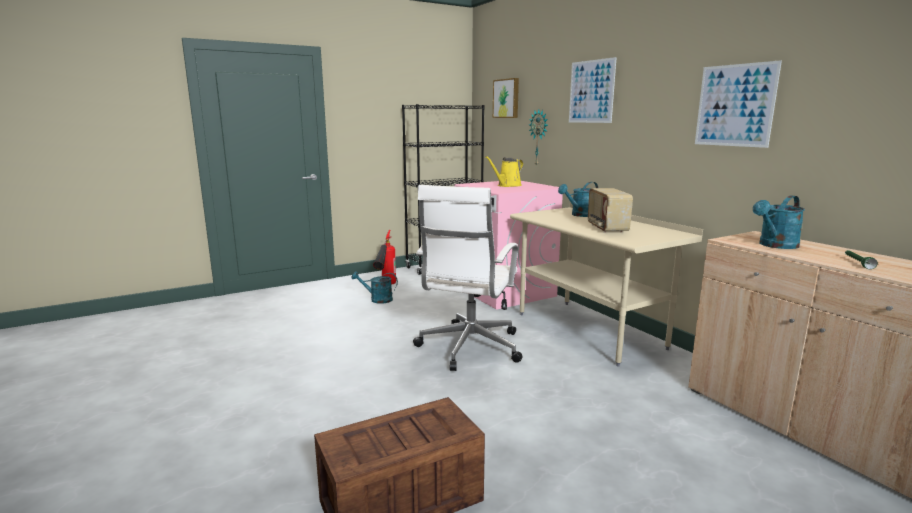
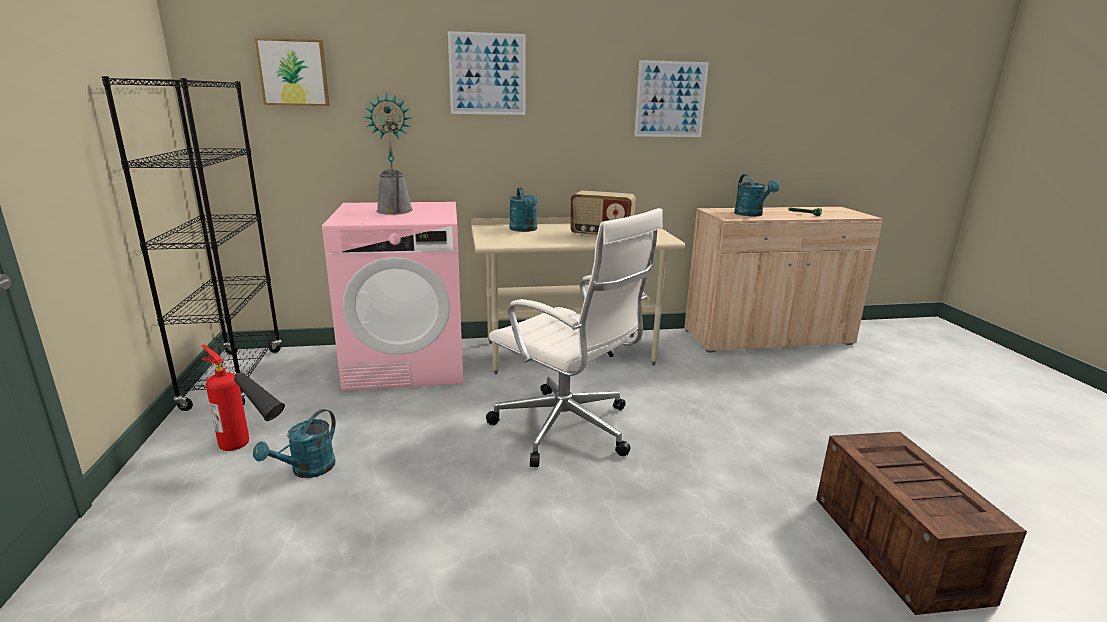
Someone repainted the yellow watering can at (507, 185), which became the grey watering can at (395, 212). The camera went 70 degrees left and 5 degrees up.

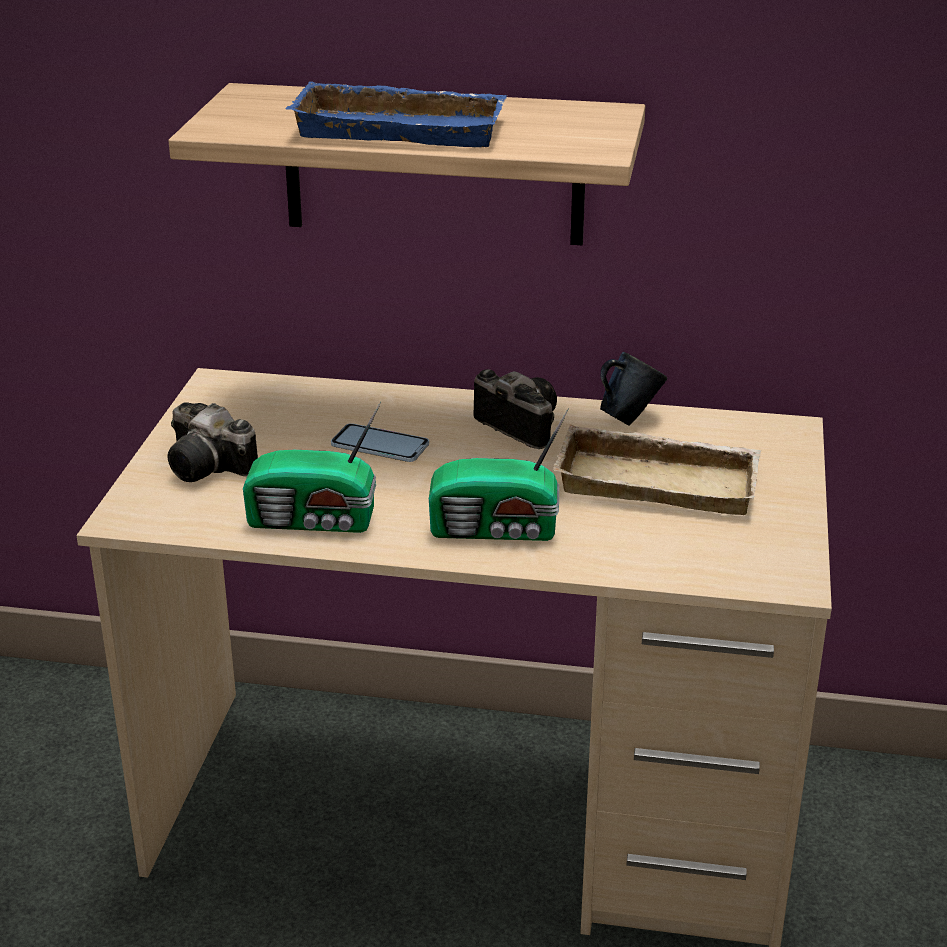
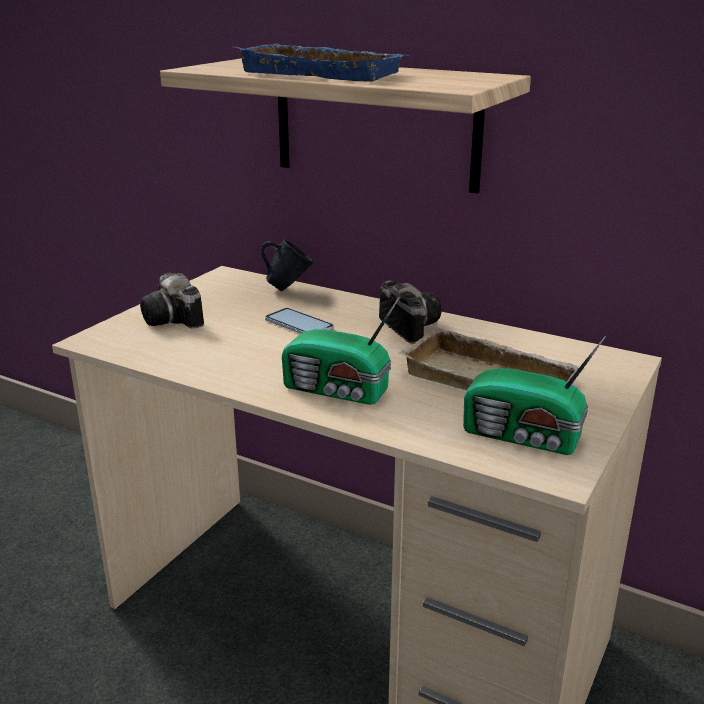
Someone carried the blue mug from (628, 418) to (288, 288). Someone carried the radio from (315, 521) to (524, 437). The camera went 20 degrees right and 5 degrees down.

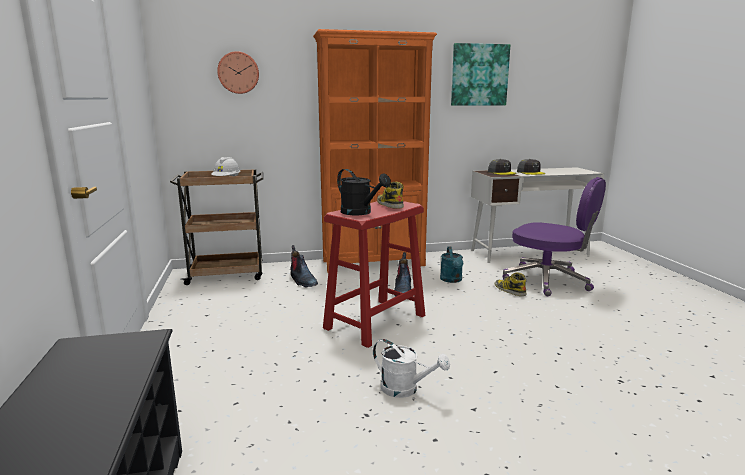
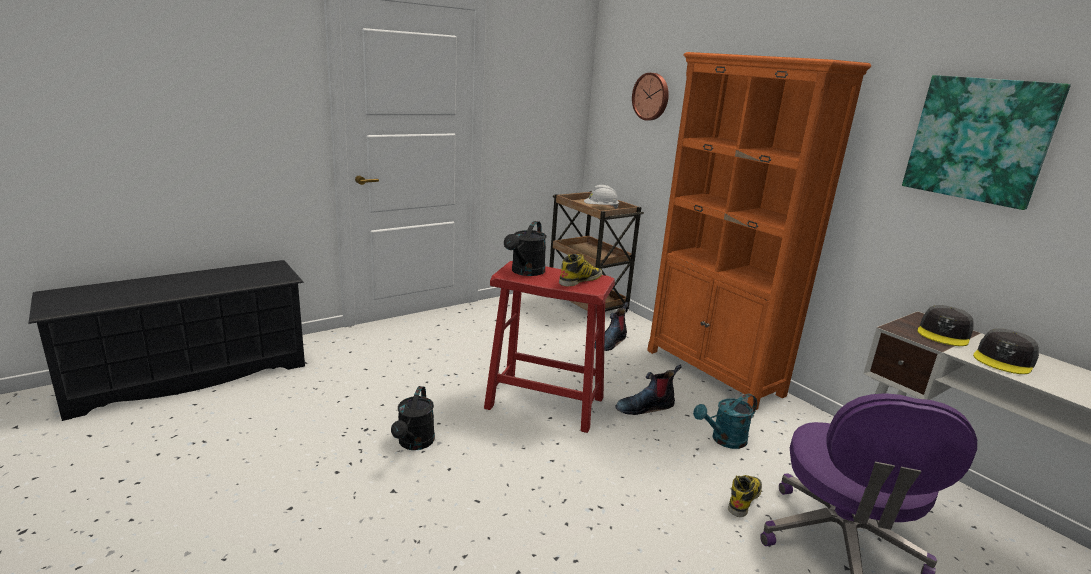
Someone repainted the white watering can at (405, 389), which became the black watering can at (414, 443). The camera went 65 degrees right and 5 degrees up.

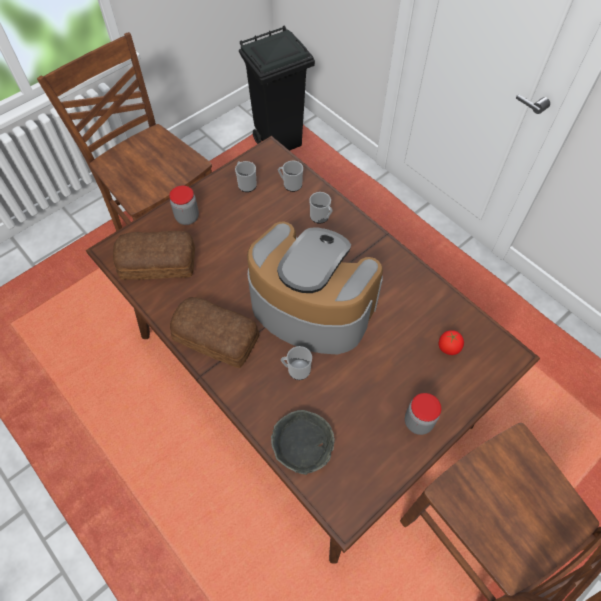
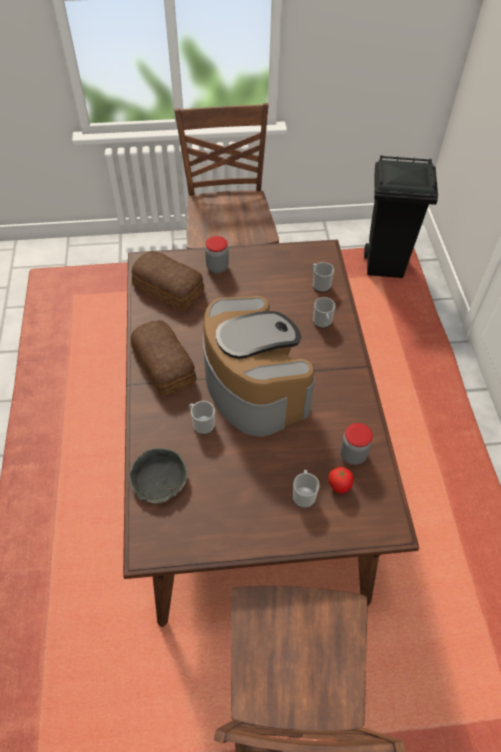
Someone carried the mug from (246, 184) to (304, 495). Someone carried the jar from (418, 422) to (353, 454). The camera went 35 degrees right and 5 degrees down.

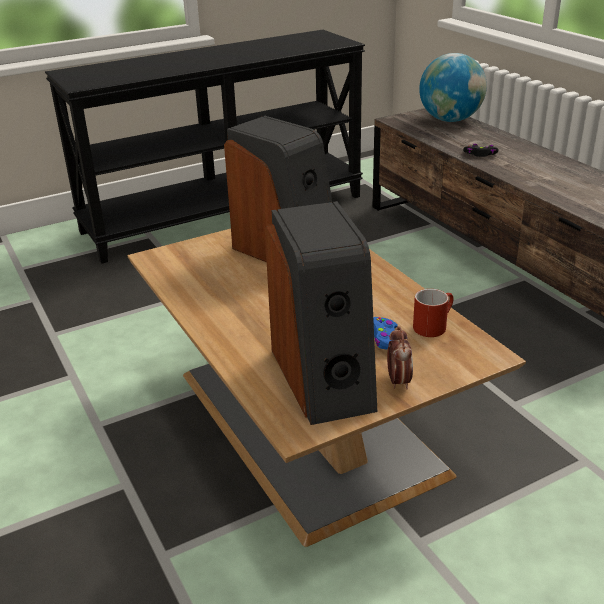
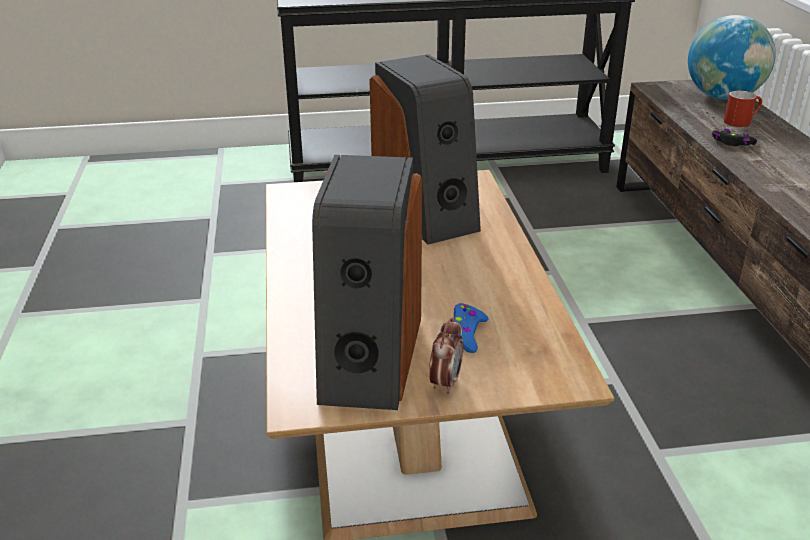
Someone carried the red mug from (433, 325) to (741, 121). The camera went 20 degrees right and 0 degrees up.

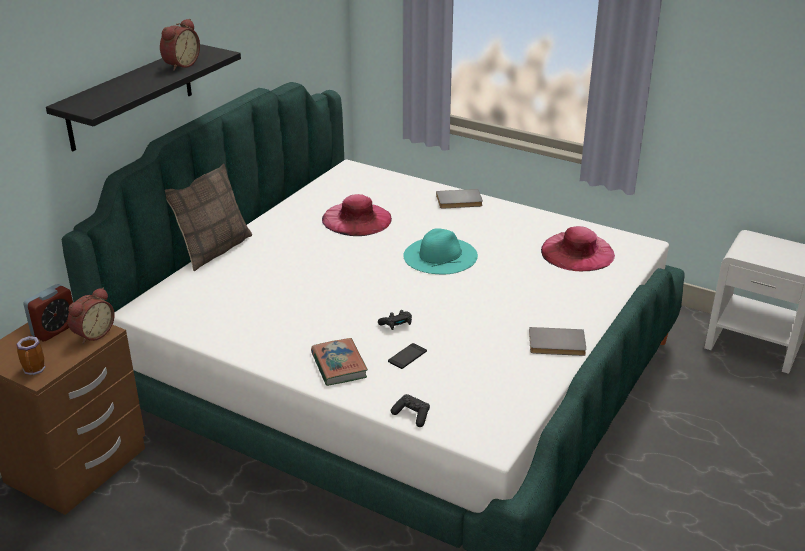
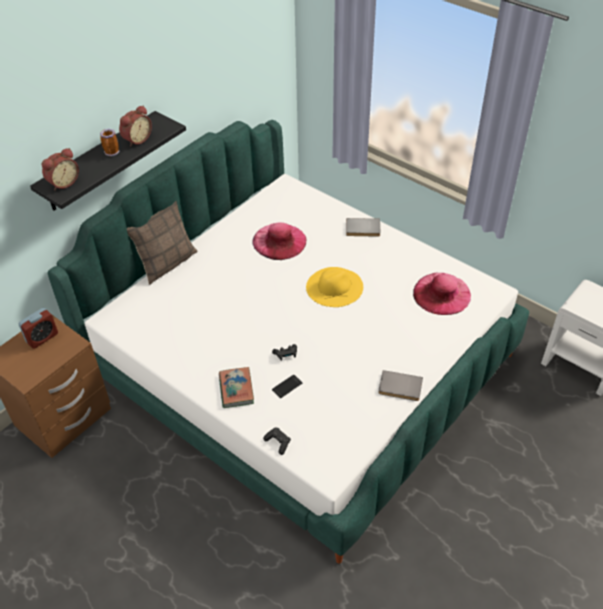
Someone repainted the turquoise hat at (440, 255), which became the yellow hat at (334, 286). Someone carried the alarm clock from (93, 334) to (63, 182). Someone carried the mug from (35, 370) to (112, 153). The camera went 10 degrees right and 15 degrees up.

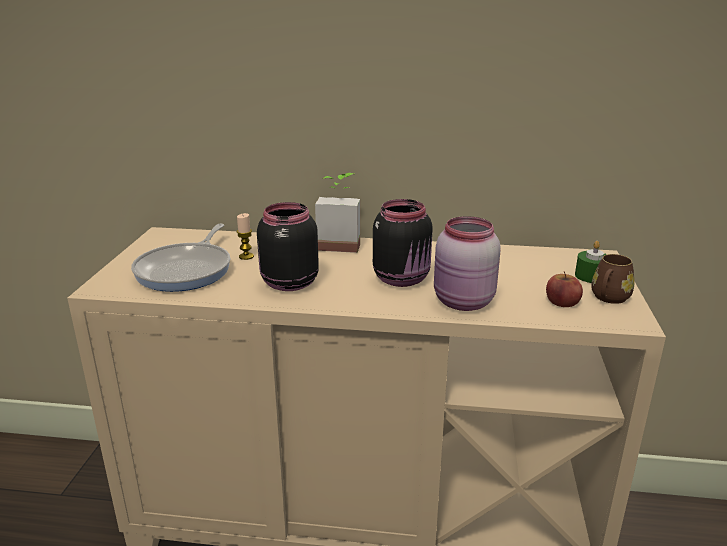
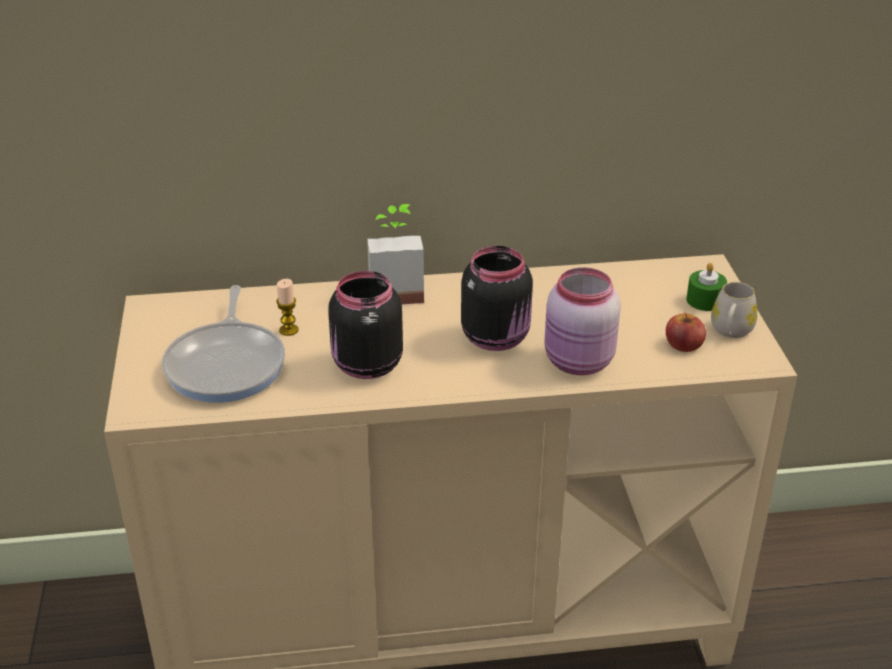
Someone repainted the brown mug at (608, 298), which became the white mug at (730, 332). The camera went 15 degrees left and 10 degrees up.

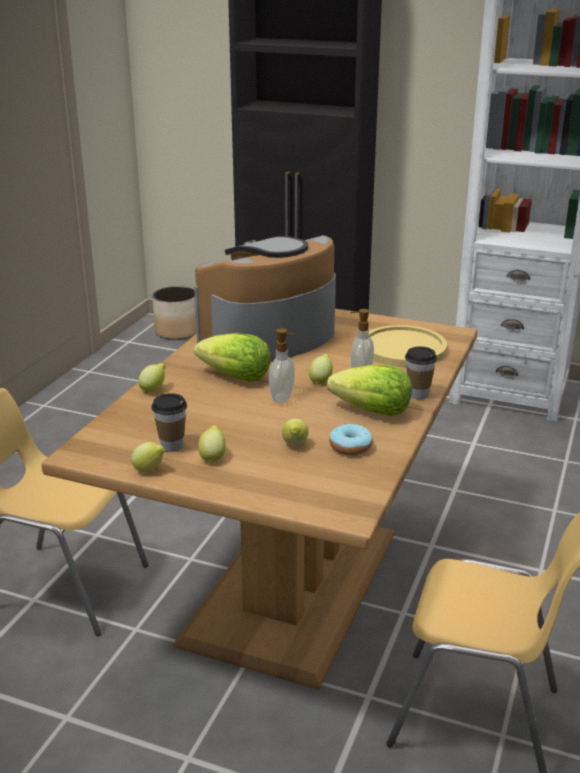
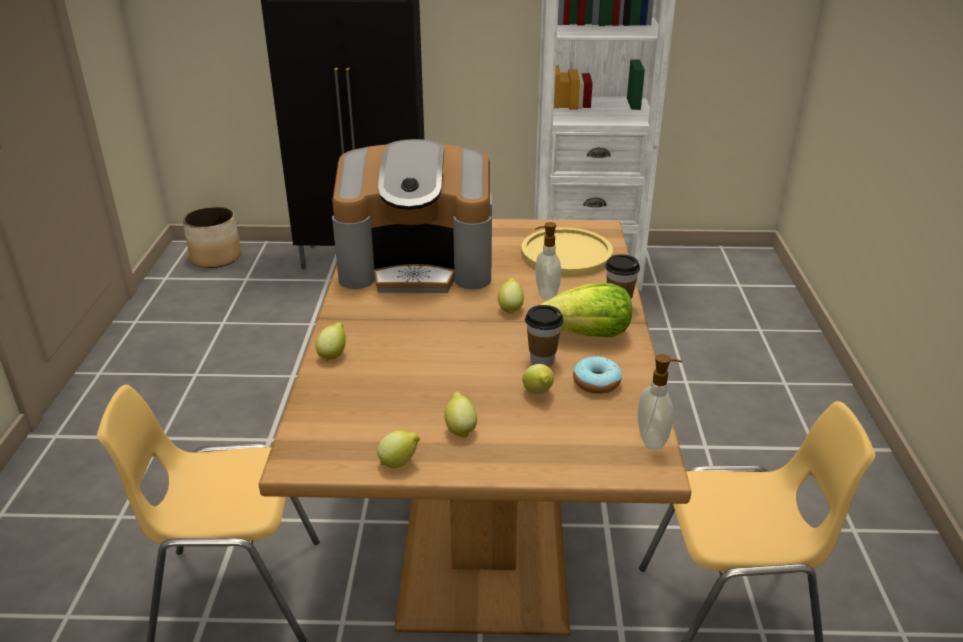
Someone rotated the coffee machine at (268, 337) by 120 degrees counterclockwise. Someone carried the soap dispenser from (283, 398) to (653, 439). Someone took away the lettuce at (236, 377). Someone carried the cup from (172, 446) to (542, 360). The camera went 20 degrees left and 5 degrees up.

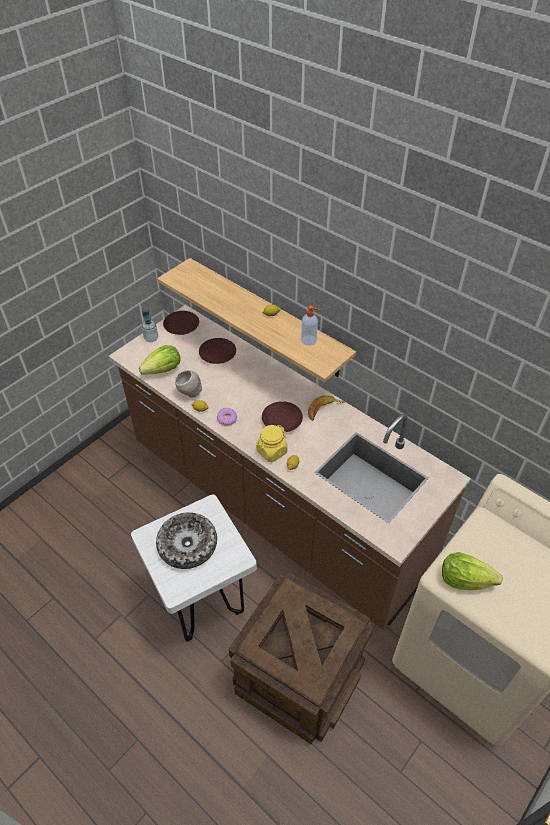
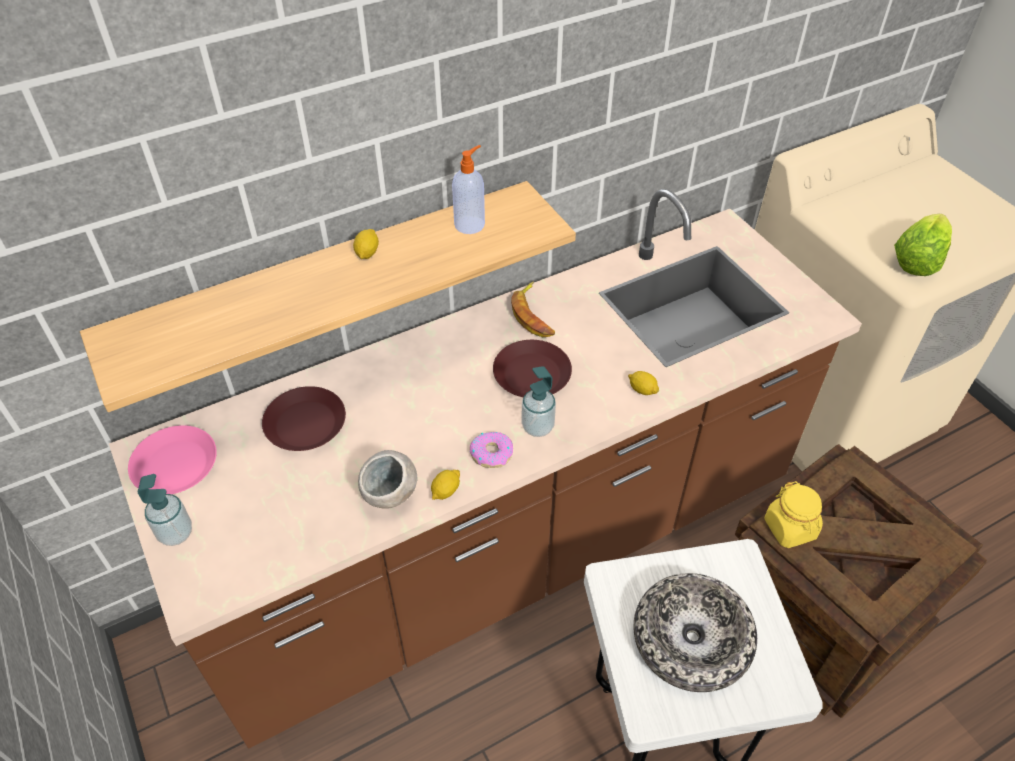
Someone repainted the brown plate at (181, 326), which became the pink plate at (176, 465). Someone took away the lettuce at (163, 370). Someone carried the yellow jar from (271, 451) to (790, 528). Someone put down the soap dispenser at (537, 427). The camera went 70 degrees left and 0 degrees up.

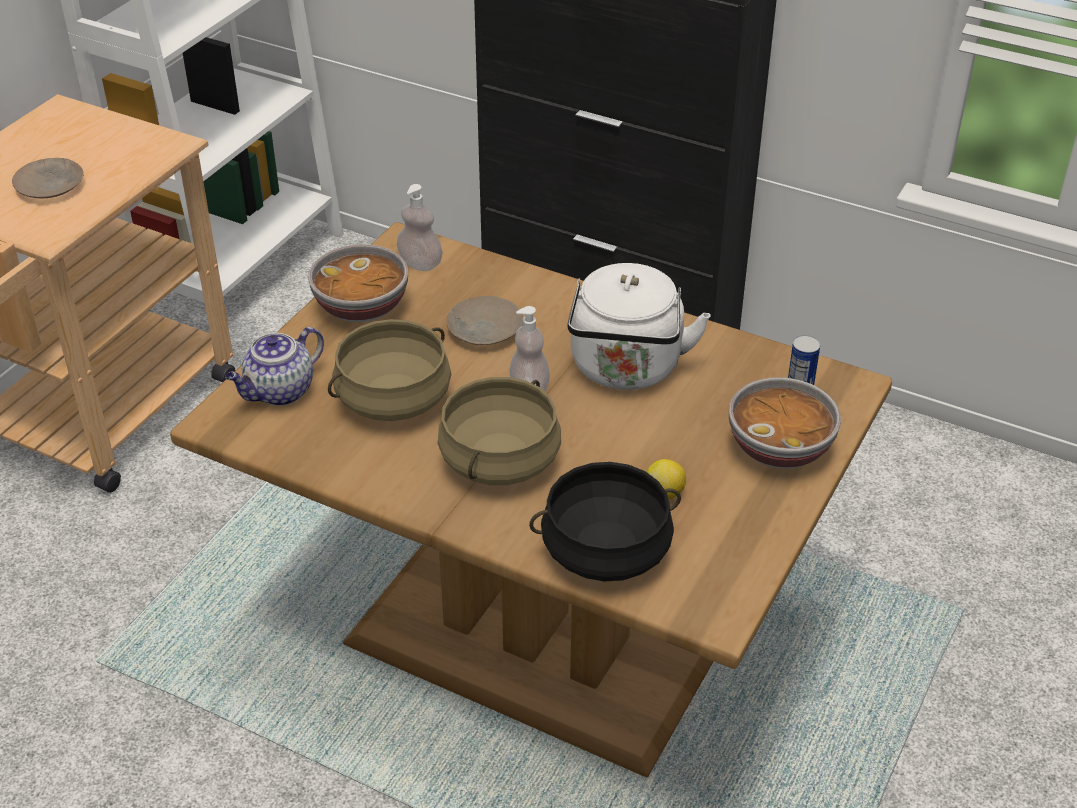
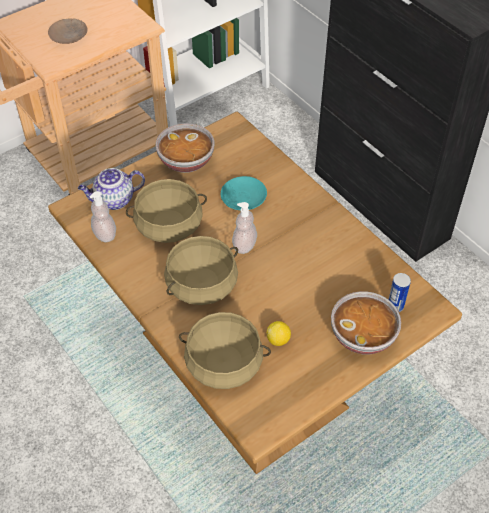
Someone carried the soap dispenser from (420, 263) to (105, 234). Someone took away the white kettle at (626, 369). Someone repainted the beige plate at (484, 330), which became the turquoise plate at (243, 198). Someone repainted the black cooking pot at (606, 550), which became the beige cooking pot at (224, 363). The camera went 25 degrees right and 10 degrees up.

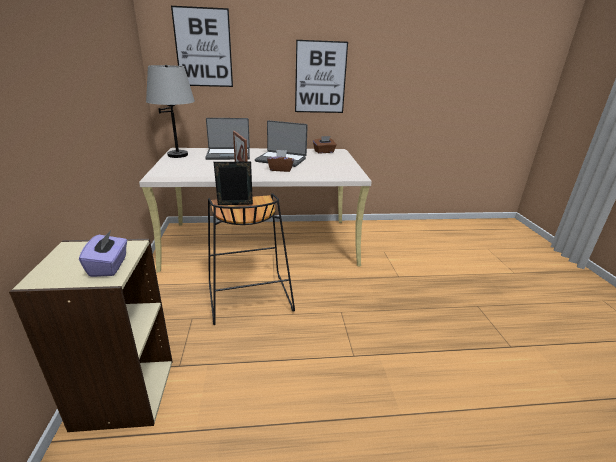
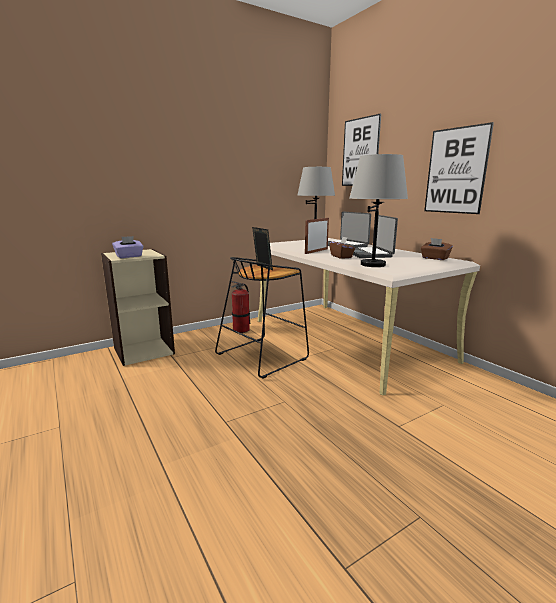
Someone put down the grey table lamp at (372, 264). Someone put down the fire extinguisher at (241, 330). The camera went 65 degrees right and 10 degrees down.

